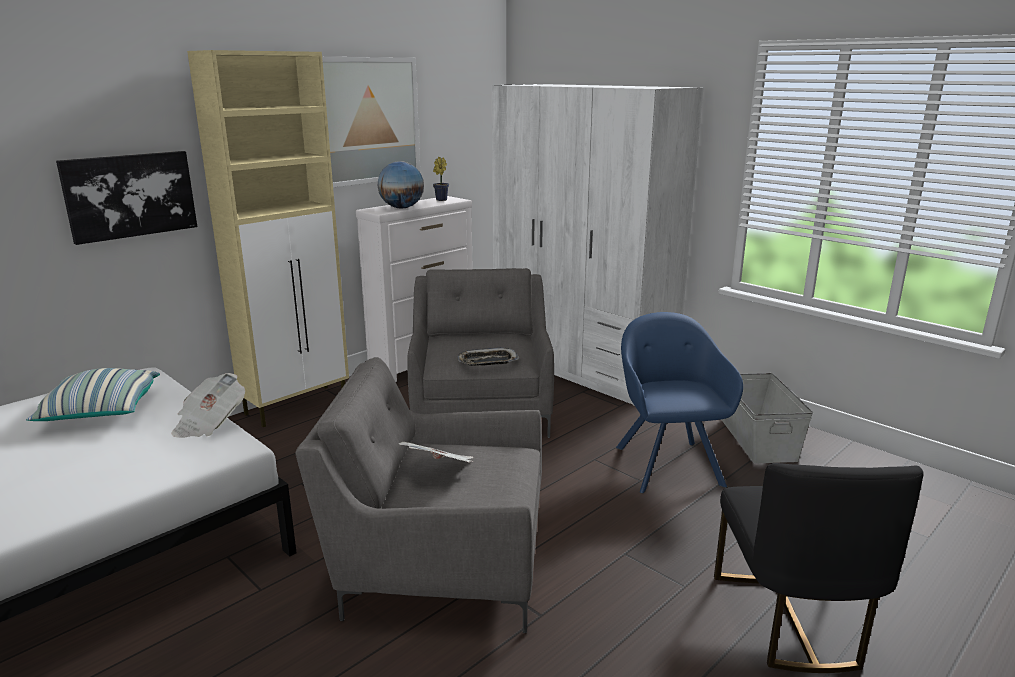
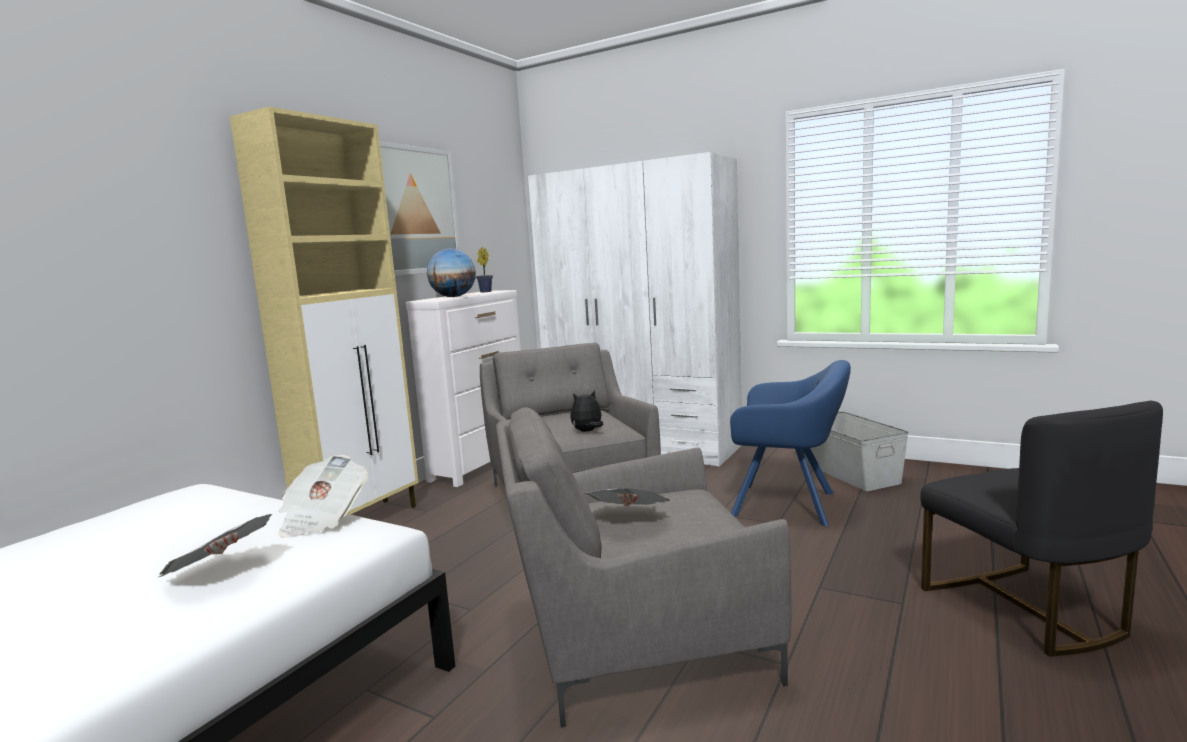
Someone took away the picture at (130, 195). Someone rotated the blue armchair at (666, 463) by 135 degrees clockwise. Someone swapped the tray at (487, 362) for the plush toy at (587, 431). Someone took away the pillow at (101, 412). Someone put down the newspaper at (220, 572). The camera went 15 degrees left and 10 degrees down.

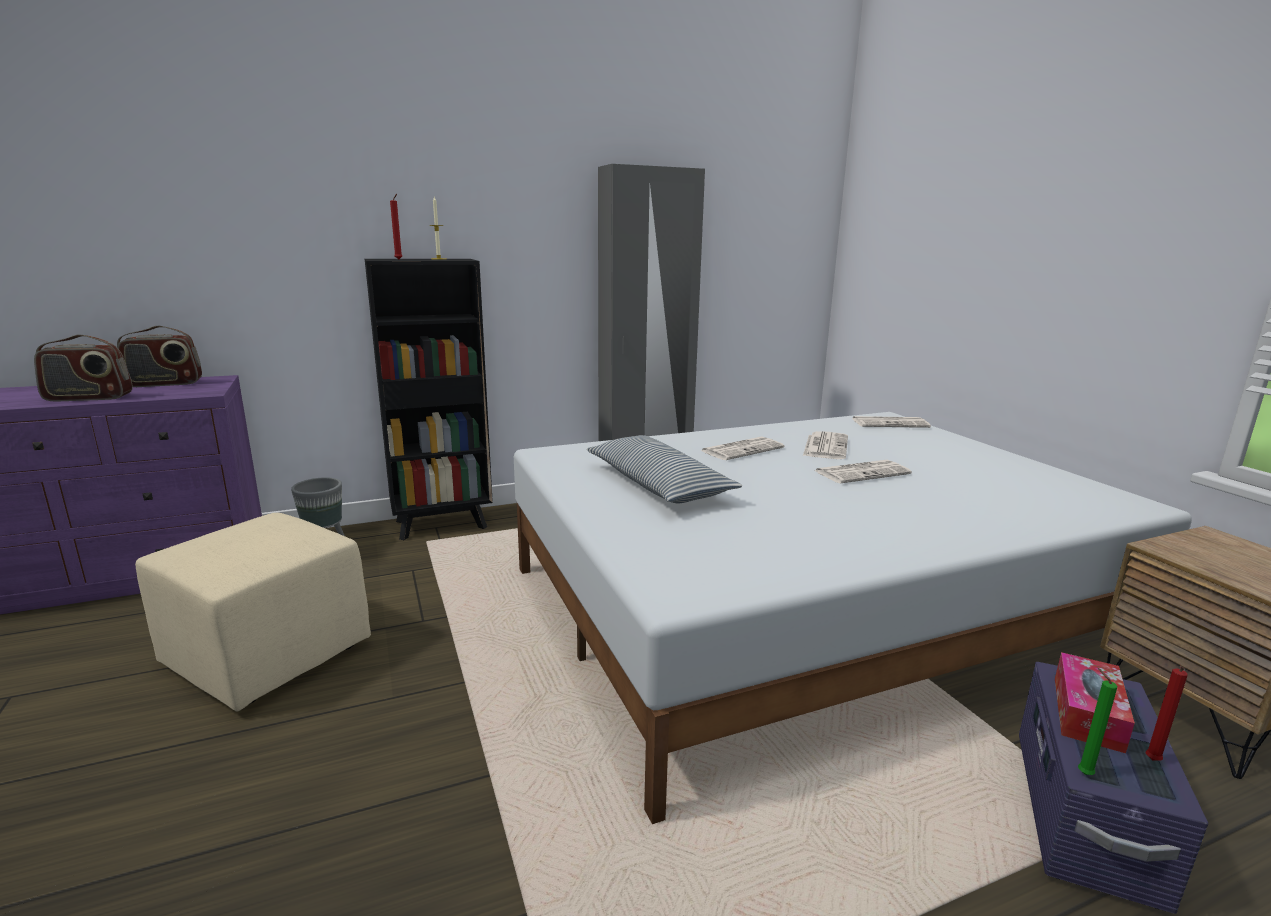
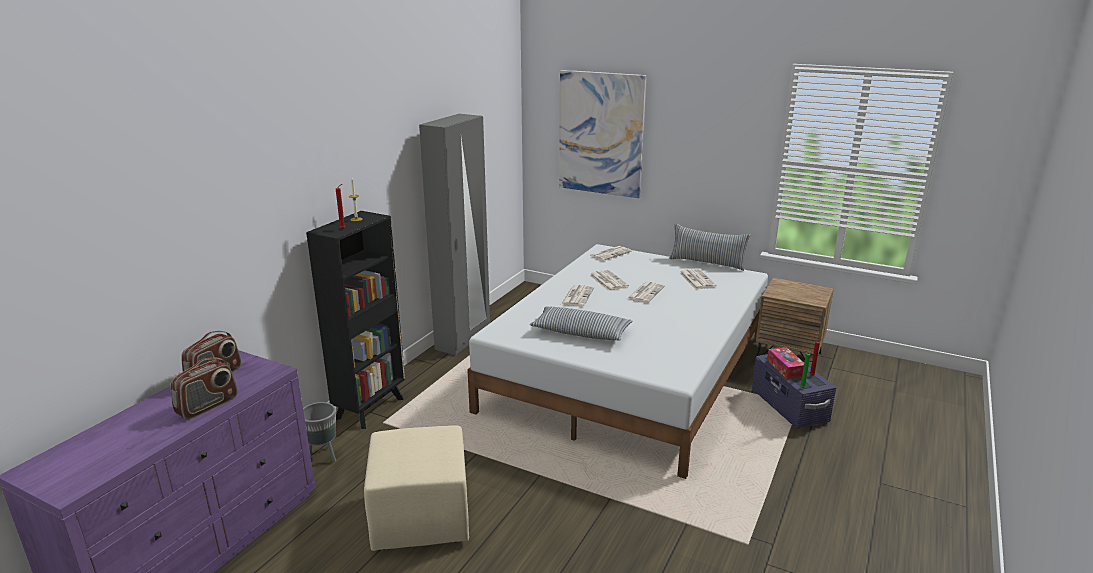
Someone put up the picture at (601, 134). Someone put down the pillow at (707, 263). Someone put down the newspaper at (696, 279). The camera went 40 degrees left and 5 degrees up.

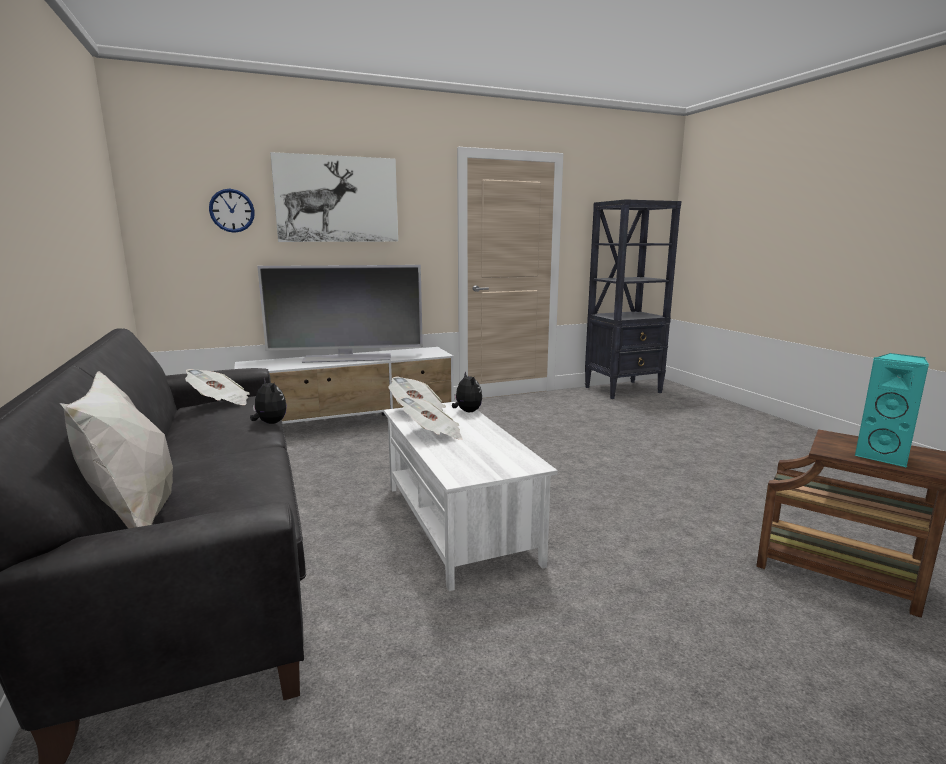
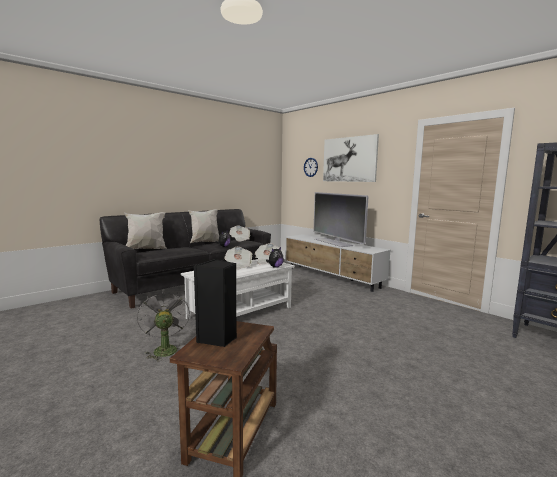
Someone repainted the turquoise speaker at (884, 456), which became the black speaker at (217, 339). Someone put down the white pillow at (205, 243). Someone put down the grey fan at (164, 349). The camera went 70 degrees right and 5 degrees down.

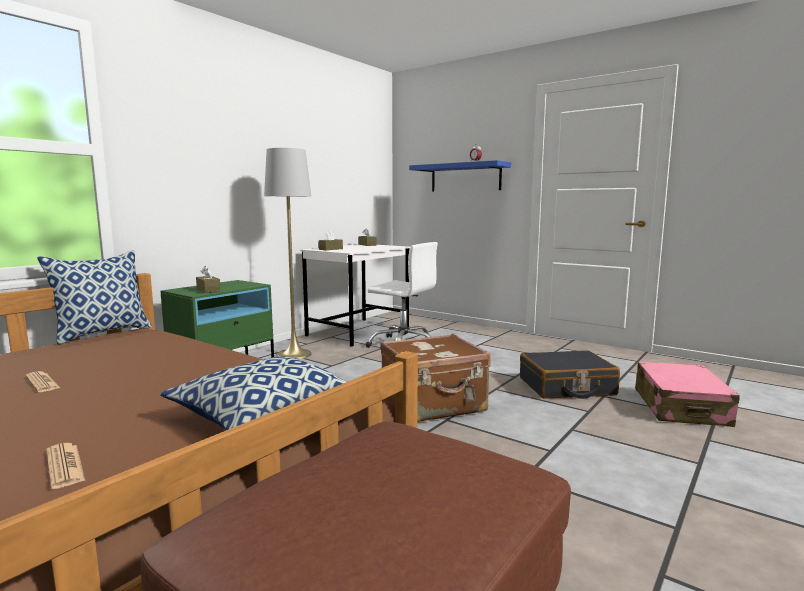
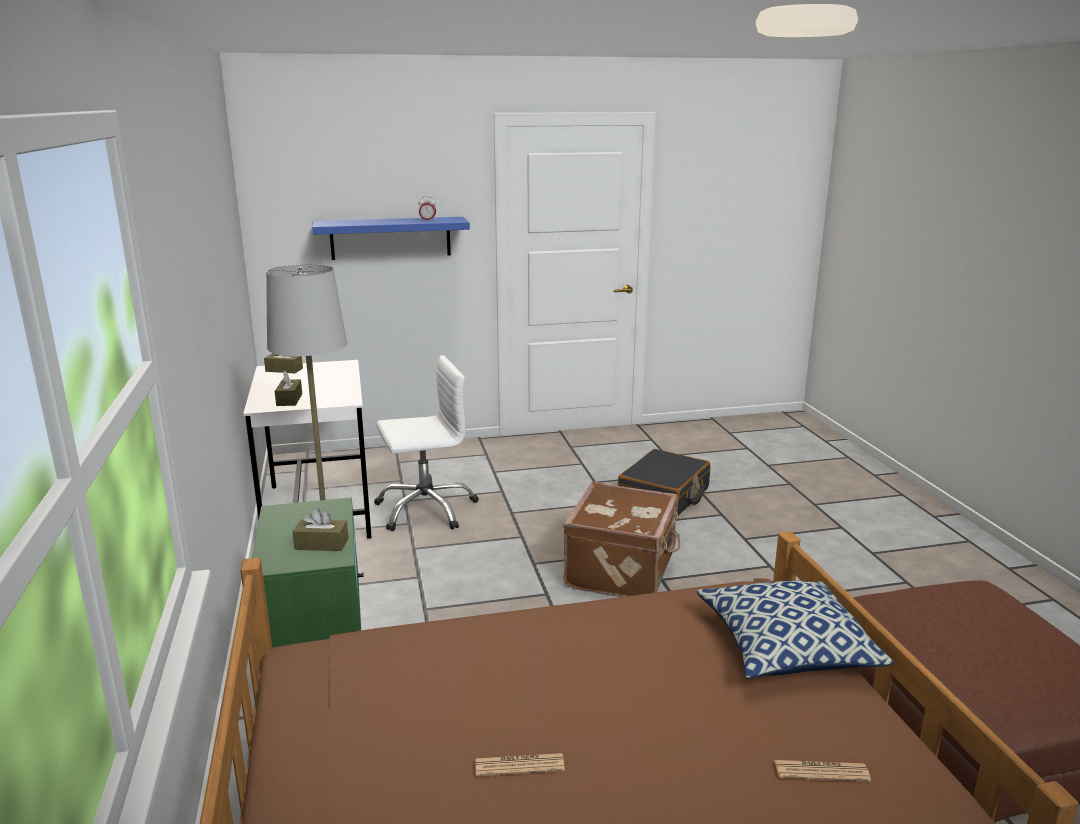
Someone took away the pillow at (103, 333). Someone took away the pink suitcase at (680, 408). The camera went 50 degrees left and 10 degrees up.

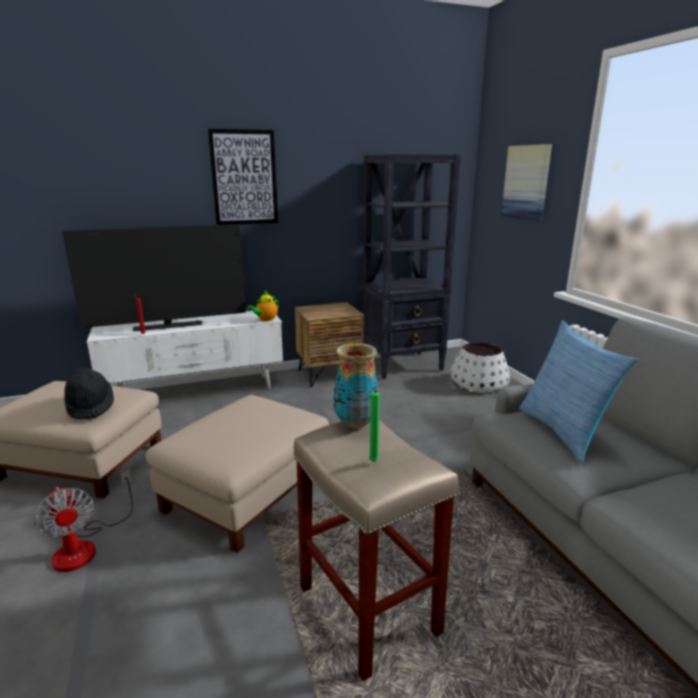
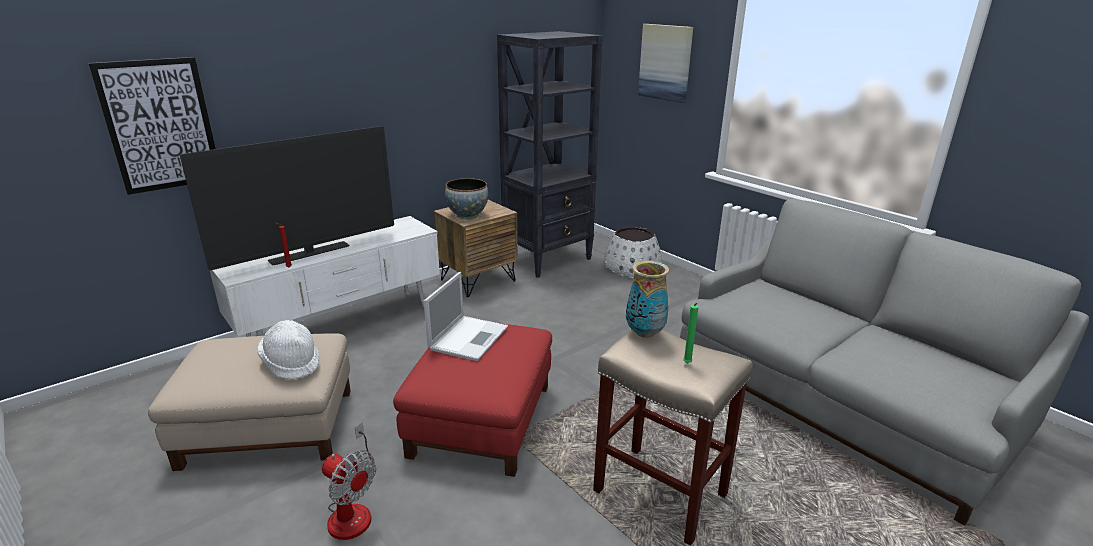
Someone carried the picture from (244, 178) to (160, 125). Someone took away the teapot at (265, 320). Someone took away the pillow at (564, 432). Someone repainted the black hat at (90, 407), which became the white hat at (292, 364). Someone repainted the beige ottoman at (246, 492), which became the red ottoman at (481, 419). Someone put down the bowl at (467, 215). Someone put down the laptop at (469, 337). The camera went 20 degrees left and 5 degrees up.

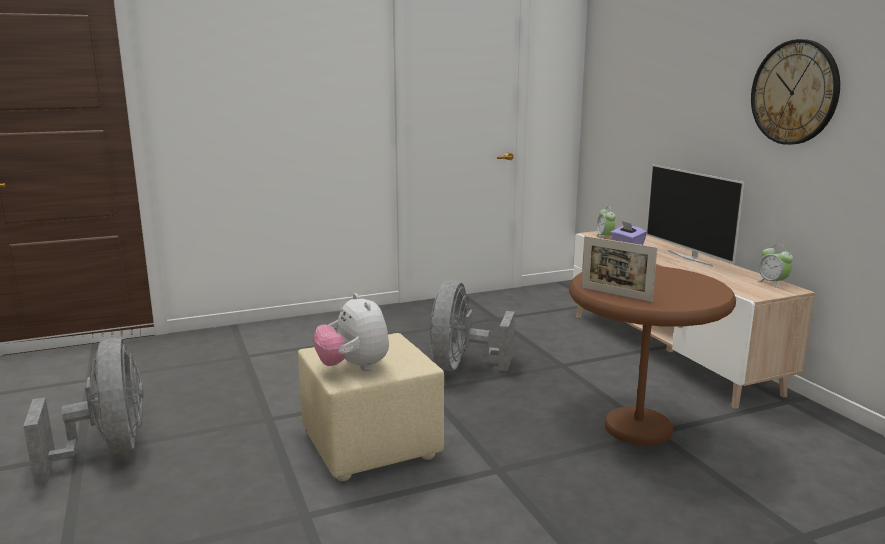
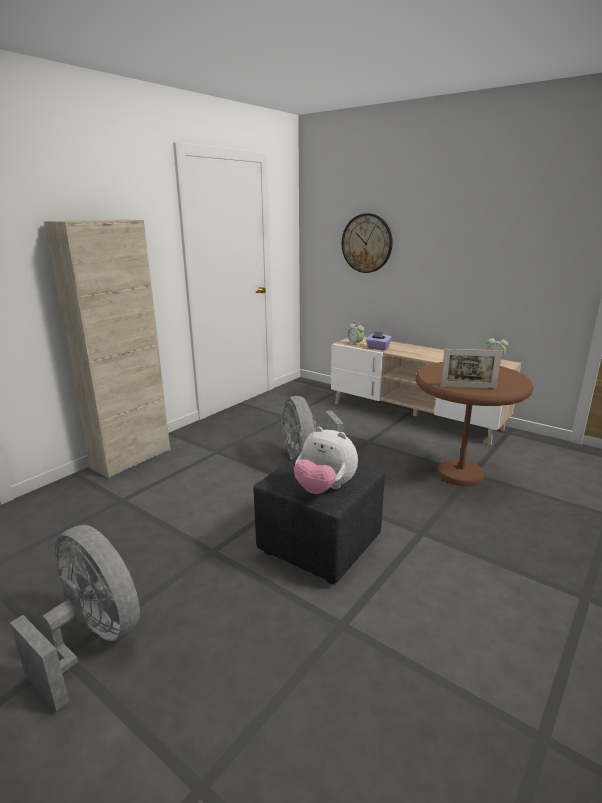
Someone carried the wall clock from (794, 92) to (367, 243). Someone took away the television at (690, 258). Someone repainted the beige ottoman at (372, 446), which became the black ottoman at (321, 546). Someone put down the beige cabinet at (131, 459). The camera went 30 degrees left and 5 degrees up.

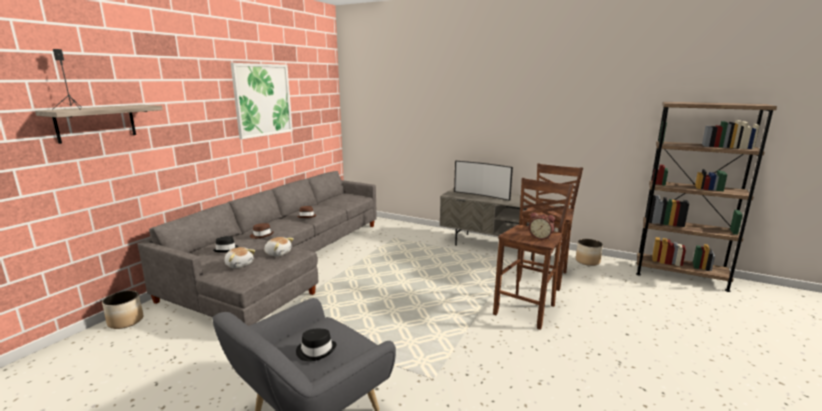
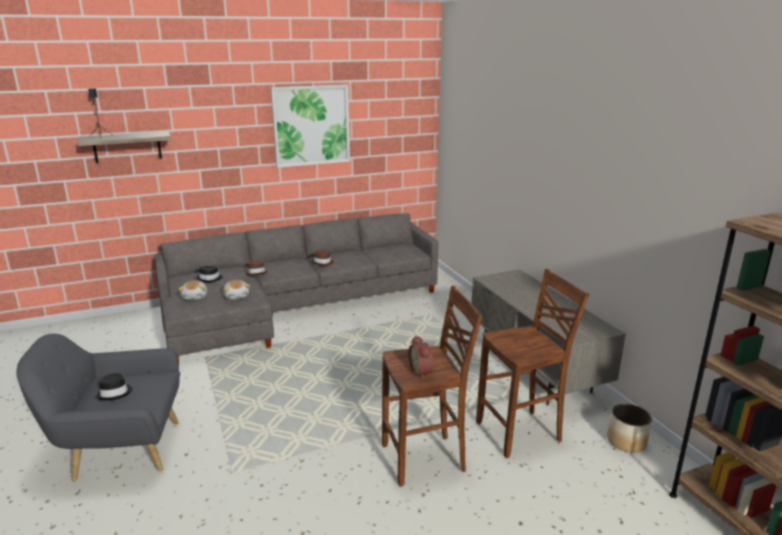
Someone took away the television at (482, 195). Someone took away the planter at (126, 321). The camera went 40 degrees right and 5 degrees up.

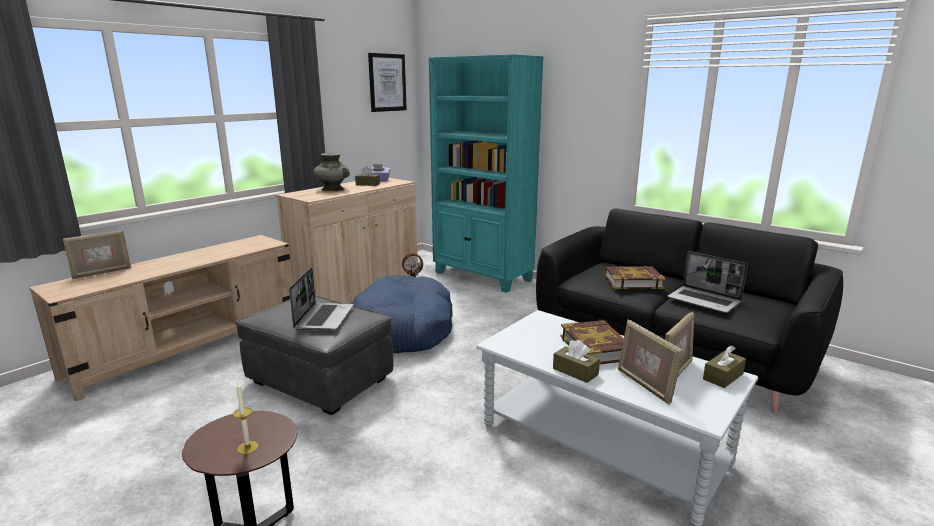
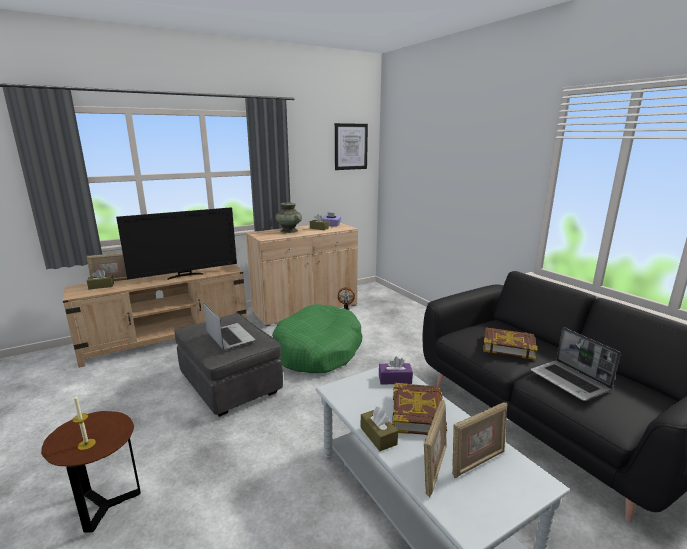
Someone took away the turquoise bookcase at (483, 276). Someone rotated the laptop at (324, 317) by 60 degrees counterclockwise. Someone repainted the blue dog bed at (404, 329), which became the green dog bed at (318, 350). Someone rotated the picture frame at (645, 385) by 150 degrees counterclockwise. Someone carried the brown tissue box from (723, 376) to (101, 286). Someone put down the television at (185, 275). Someone put down the purple tissue box at (395, 379). The camera went 20 degrees right and 0 degrees up.

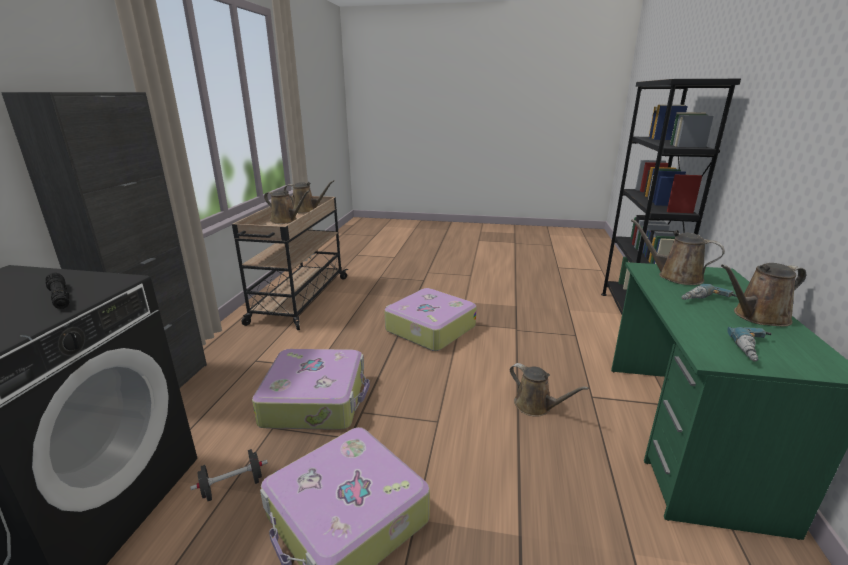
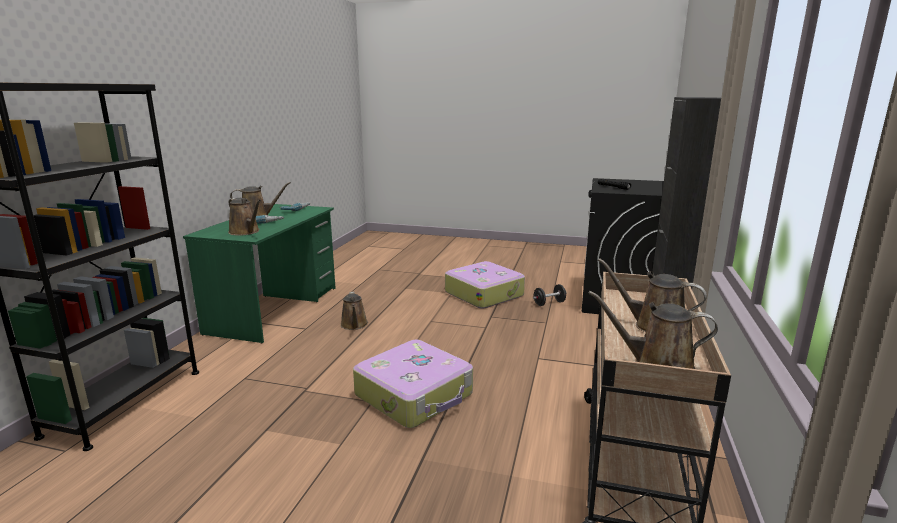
Someone took away the suitcase at (316, 400). Someone rotated the brown watering can at (536, 406) by 150 degrees counterclockwise. The camera went 175 degrees left and 5 degrees down.

